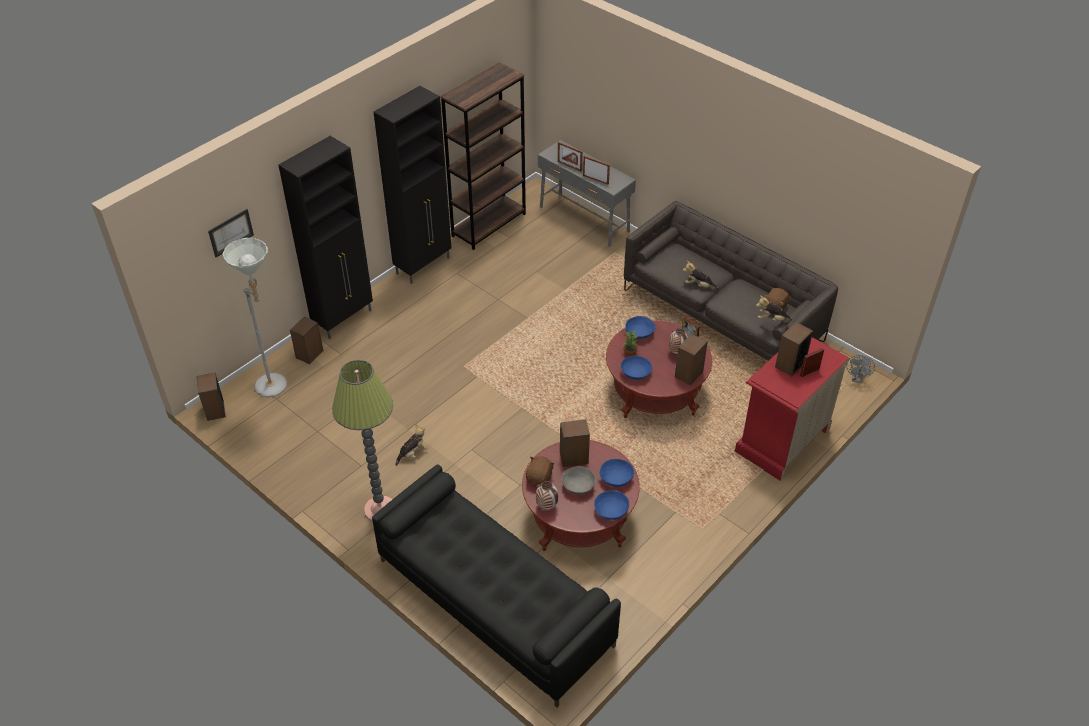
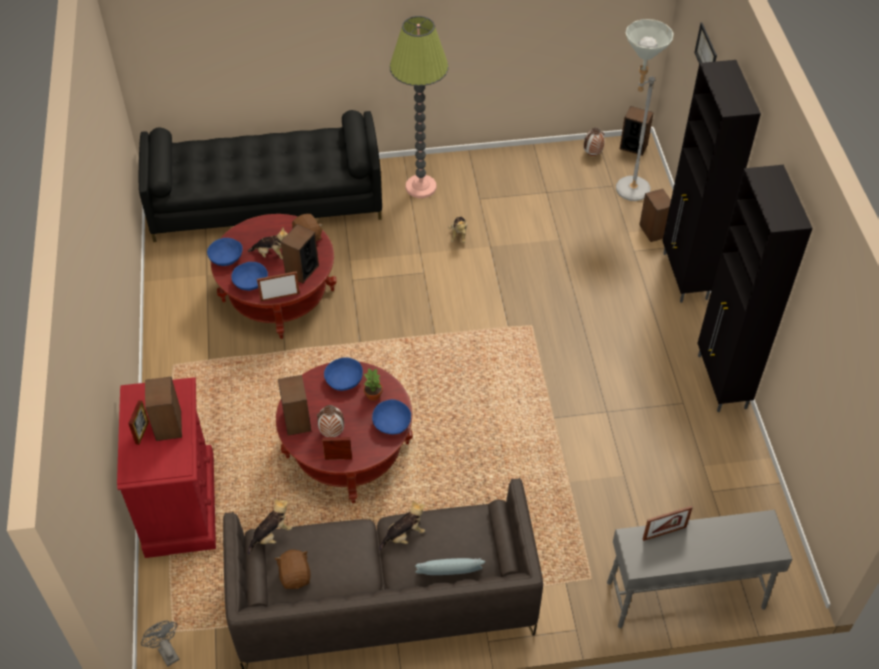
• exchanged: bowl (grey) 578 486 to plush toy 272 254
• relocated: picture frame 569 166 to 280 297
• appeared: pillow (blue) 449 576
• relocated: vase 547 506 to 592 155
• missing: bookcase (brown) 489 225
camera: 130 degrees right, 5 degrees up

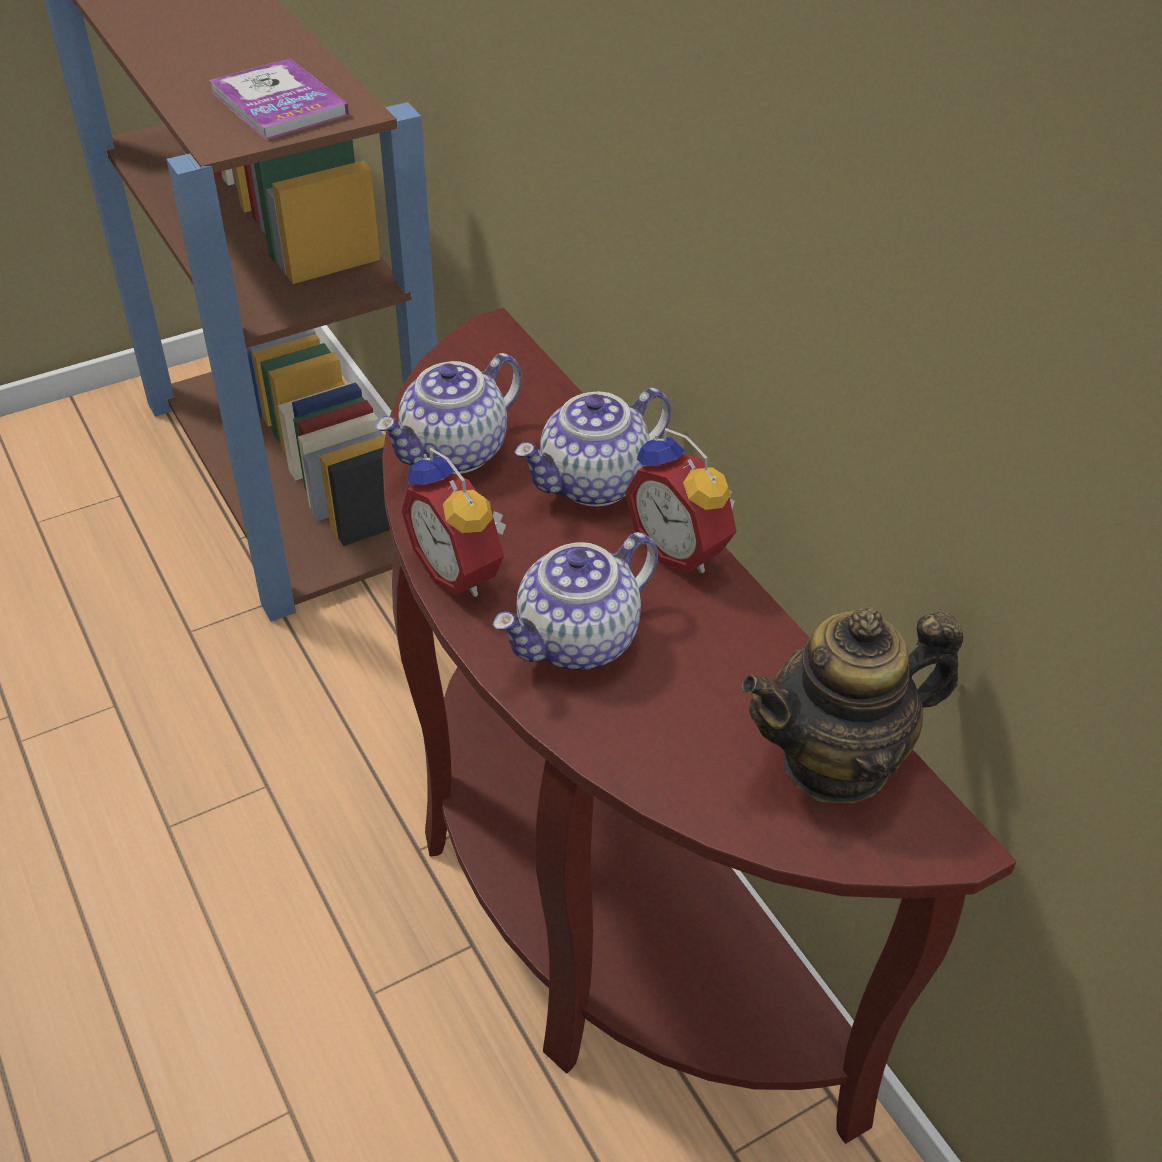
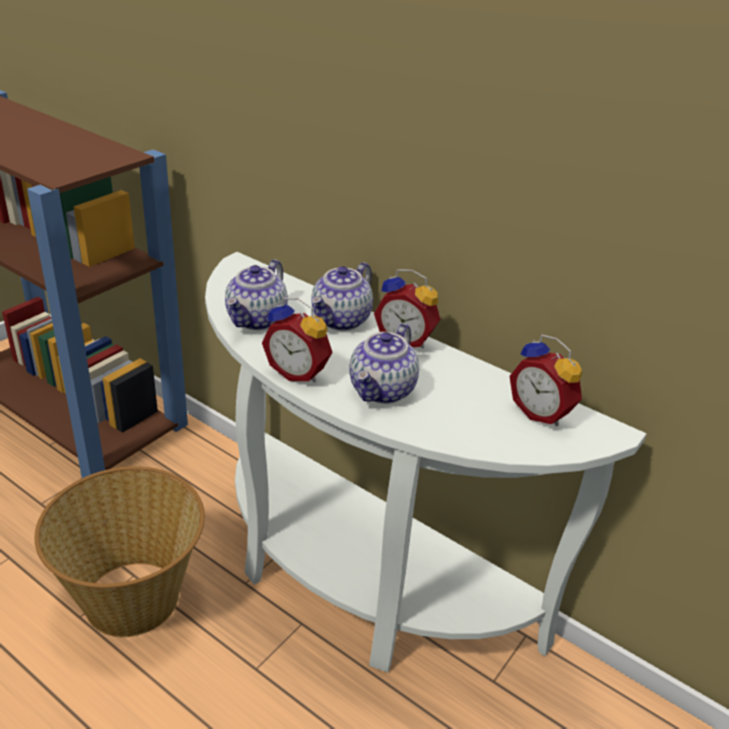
• appeared: basket 133 596
• colour: console table (brown) 591 894 to console table (white) 354 576
• exchanged: teapot 836 761 to alarm clock 541 412
• missing: book 279 103
camera: 25 degrees left, 10 degrees down

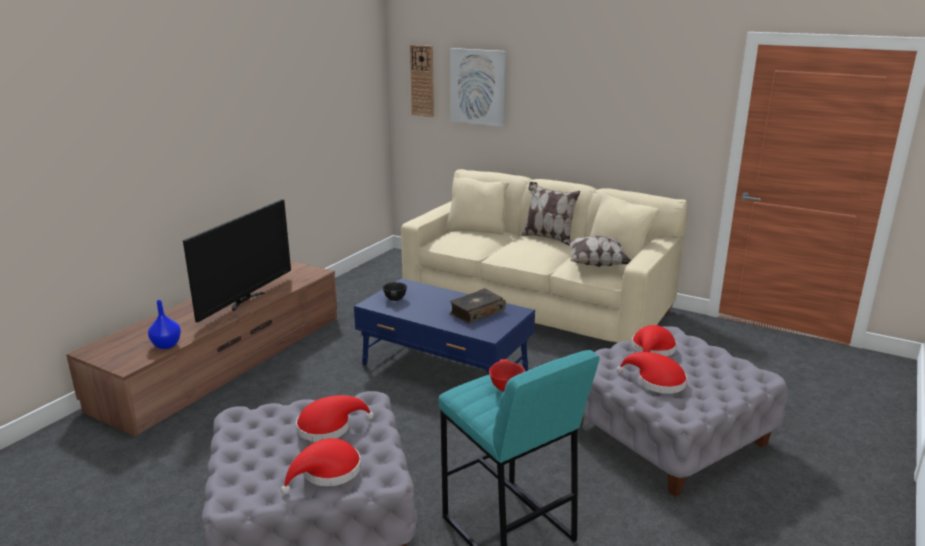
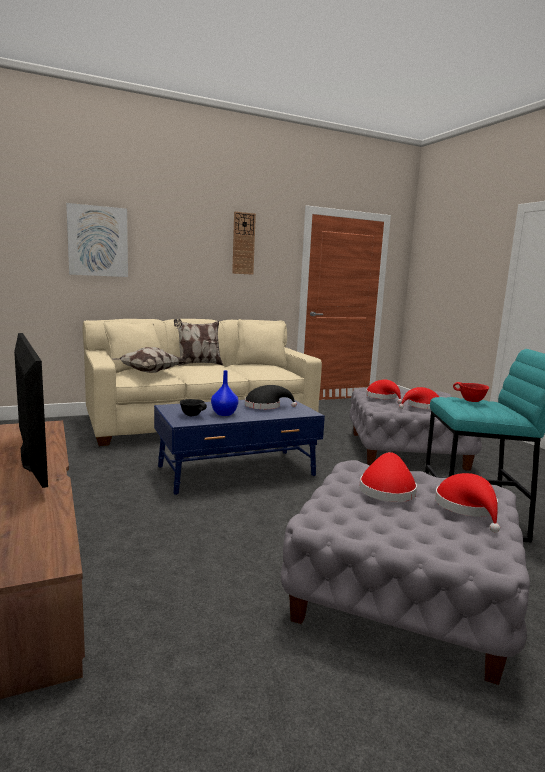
• relocated: pillow 595 264 to 148 372
• relocated: vase (blue) 166 345 to 223 414
• relocated: wall clock 422 81 to 243 243
• exchanged: book 476 312 to hat (black) 265 406
camera: 55 degrees left, 10 degrees down

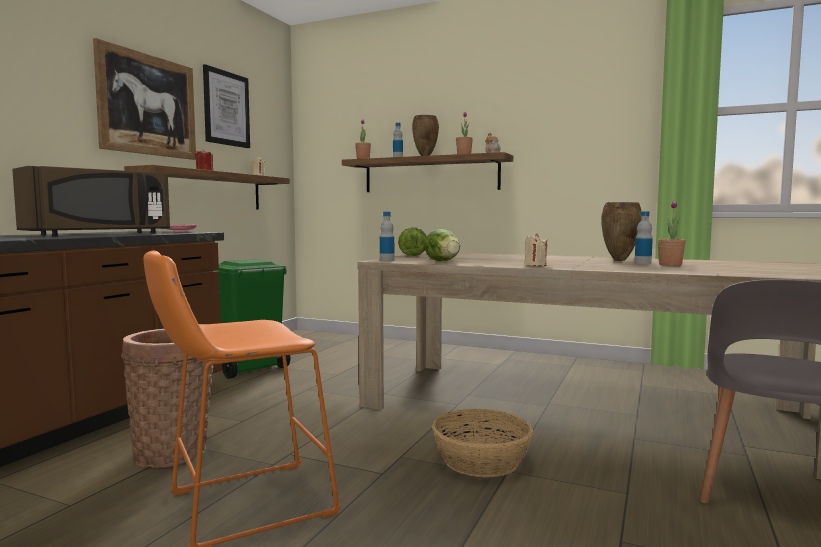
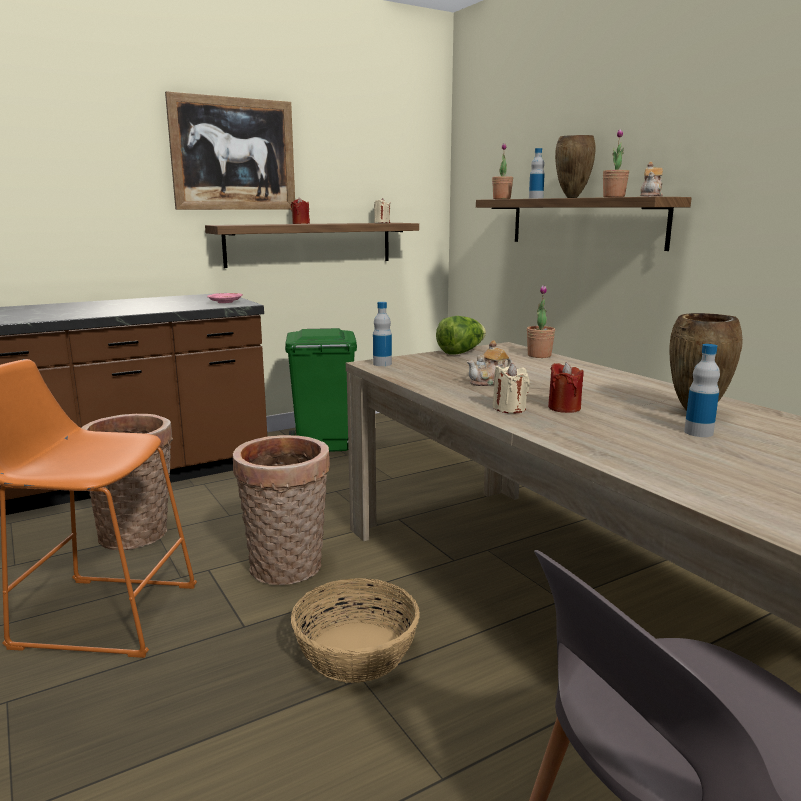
• appeared: basket 287 570
• appeared: teapot 489 382
• relocated: potted plant 670 265 to 539 355
• appeared: candle (red) 564 408
• missing: microwave (brown) 100 234
• missing: picture 226 108
• missing: lettuce 444 261
camera: 35 degrees right, 10 degrees up

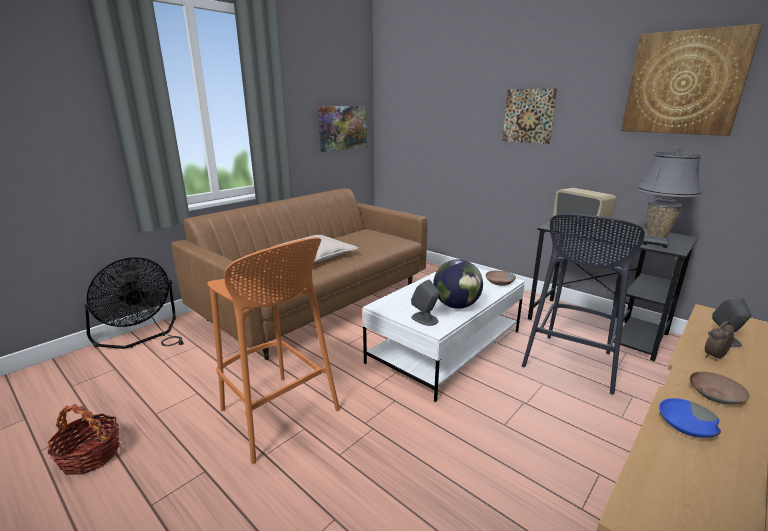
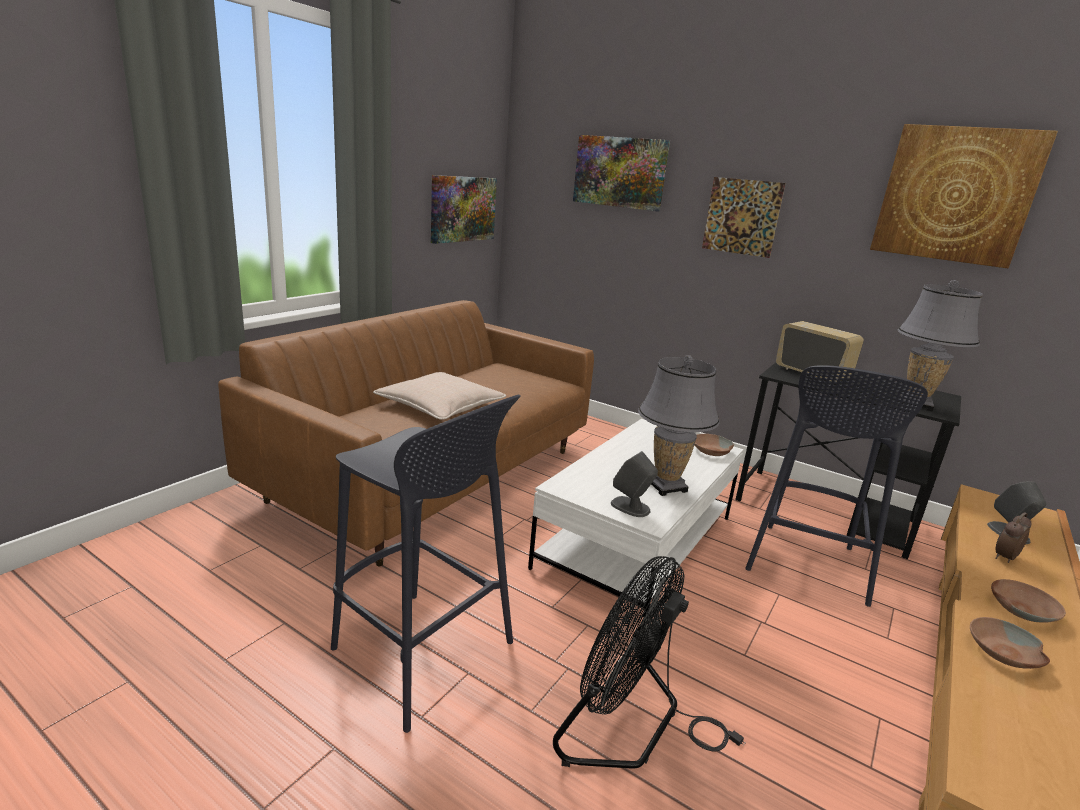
• colour: stool (orange) 277 414 to stool (grey) 421 653
• relocated: fan (black) 146 336 to 639 719
• appeared: picture 620 172
• exchanged: globe 456 306 to table lamp (grey) 666 486
• colour: bowl (blue) 686 426 to bowl (brown) 1003 653
• missing: basket 90 455
camera: 10 degrees left, 0 degrees up

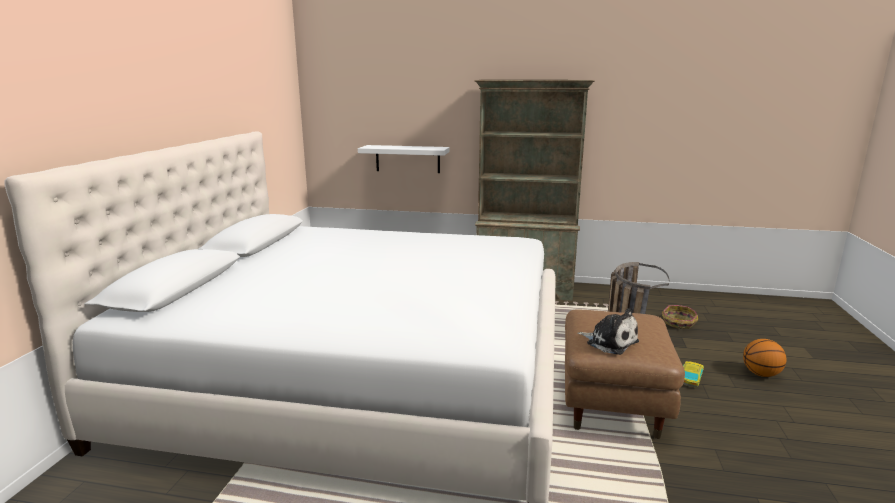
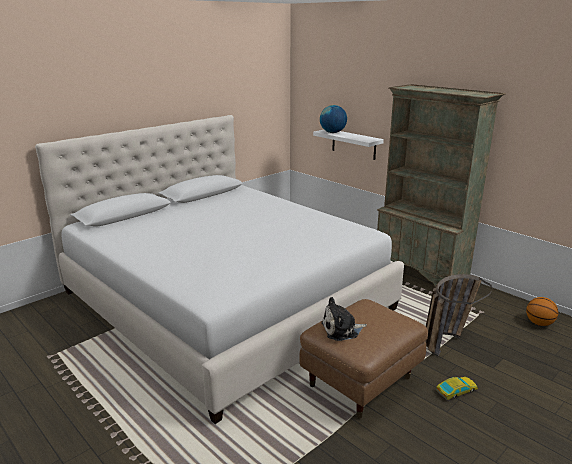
• appeared: globe 332 132
• spun: plush toy 609 342 = 342 330 90 degrees clockwise
• relocated: basketball 760 374 to 539 323
• missing: basket 678 323
camera: 35 degrees right, 5 degrees up

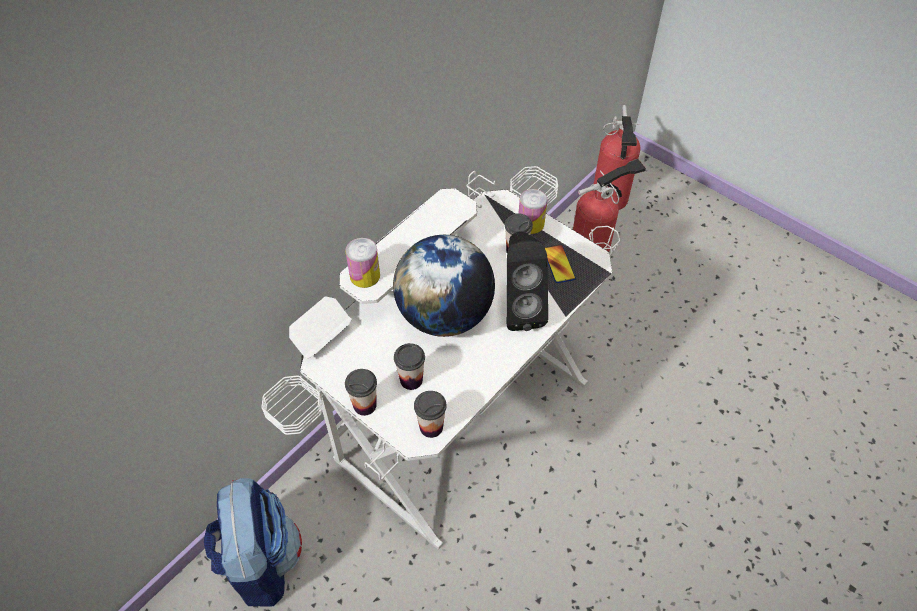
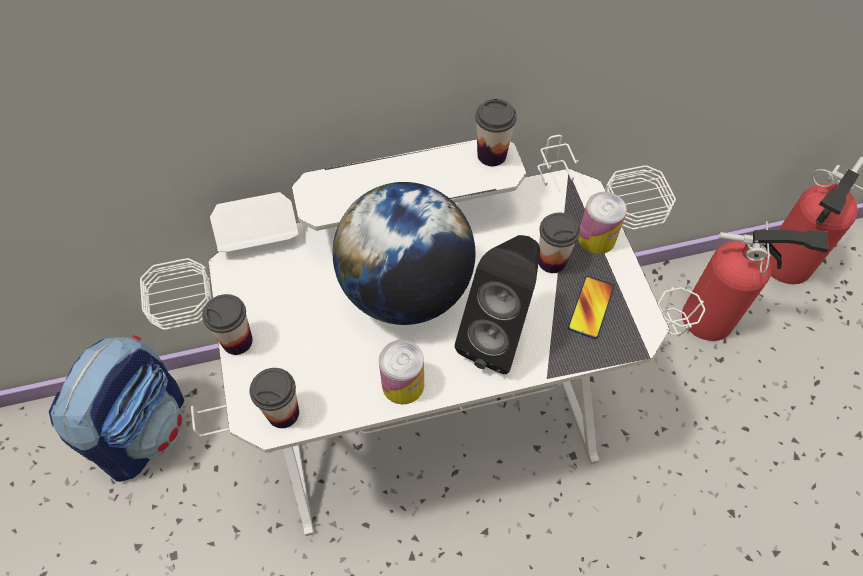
• relocated: can 365 275 to 403 384
• relocated: cup 411 380 to 491 155
camera: 35 degrees right, 5 degrees up

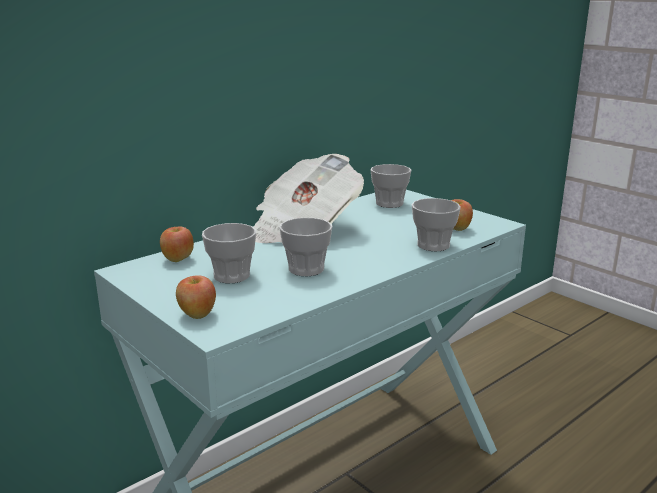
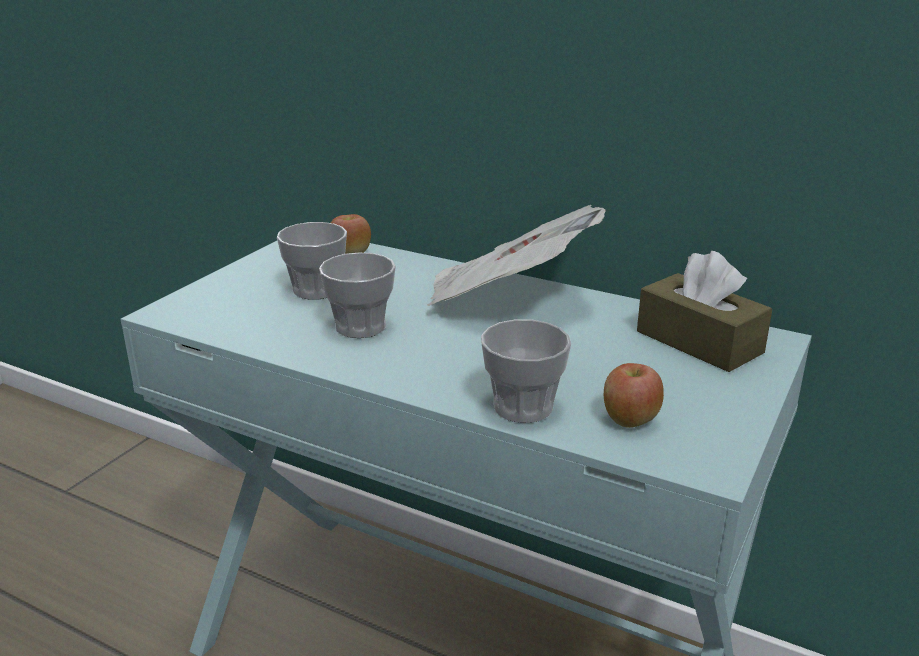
• exchanged: cup 389 203 to tissue box (brown) 699 342
• missing: apple 197 315
camera: 70 degrees right, 5 degrees up

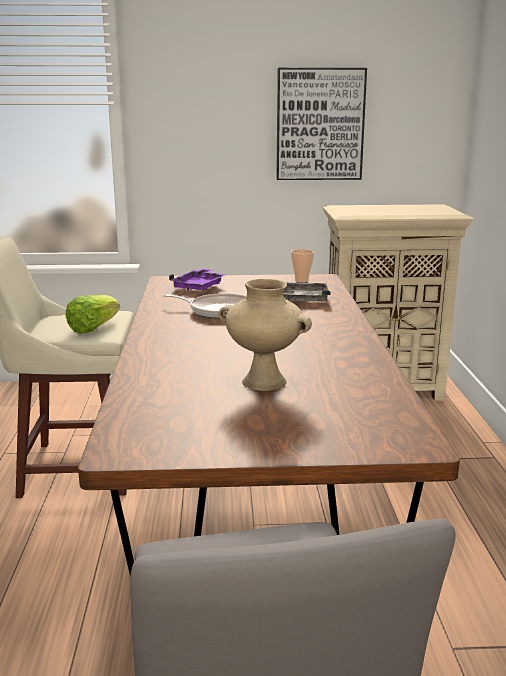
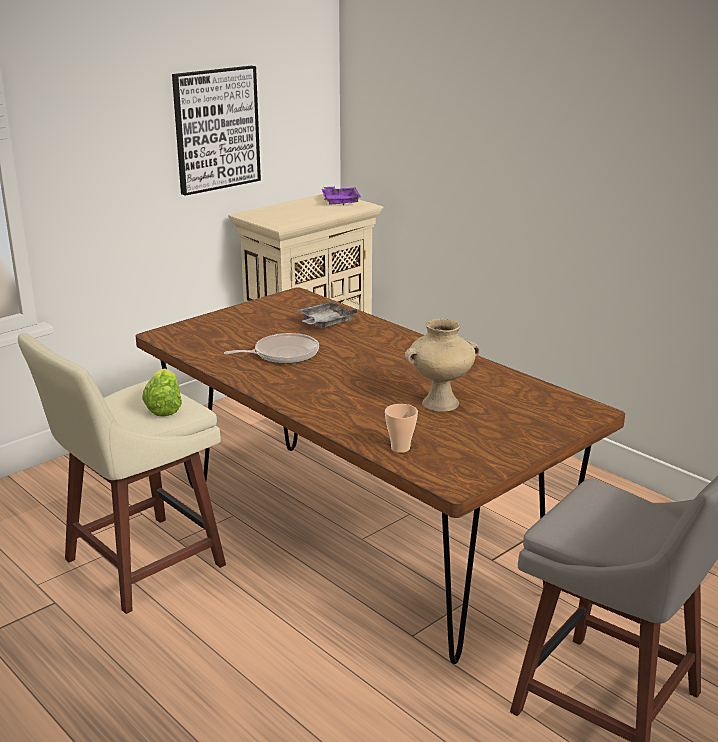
• relocated: tray (purple) 199 287 to 340 201
• relocated: cup 301 280 to 400 448
camera: 40 degrees left, 5 degrees up

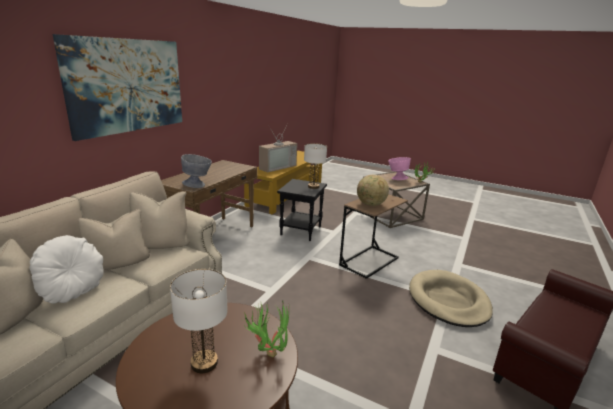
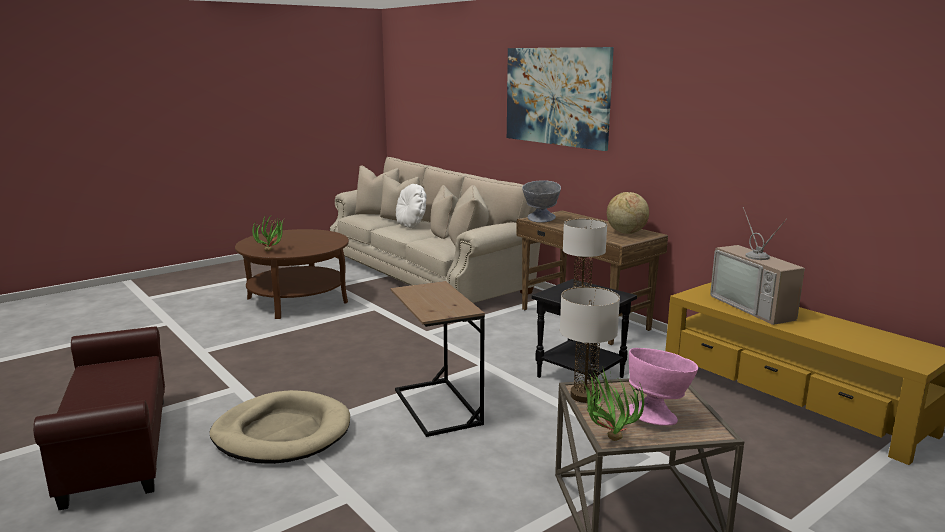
• relocated: table lamp 204 363 to 584 395
• relocated: globe 371 205 to 626 233
camera: 115 degrees right, 5 degrees down

